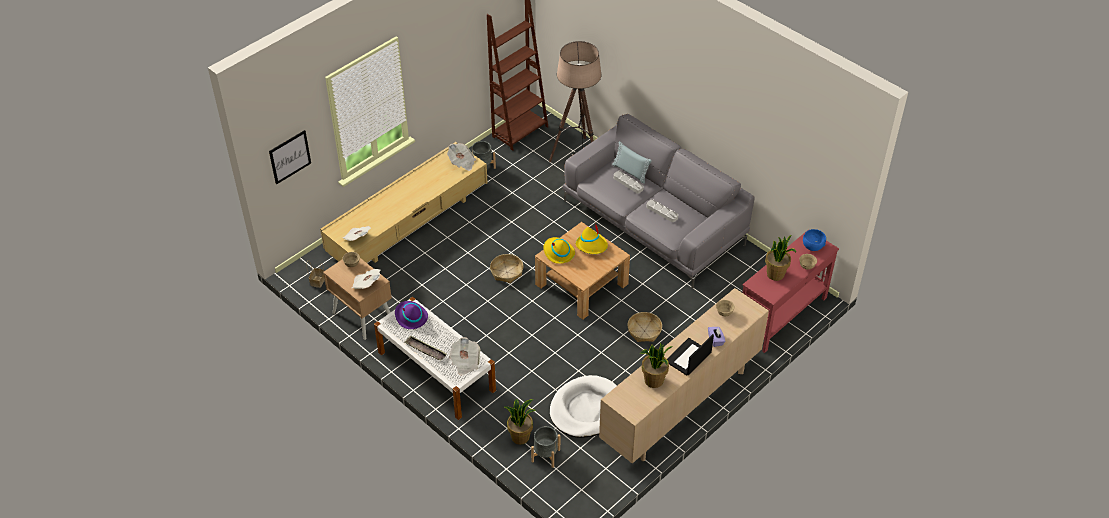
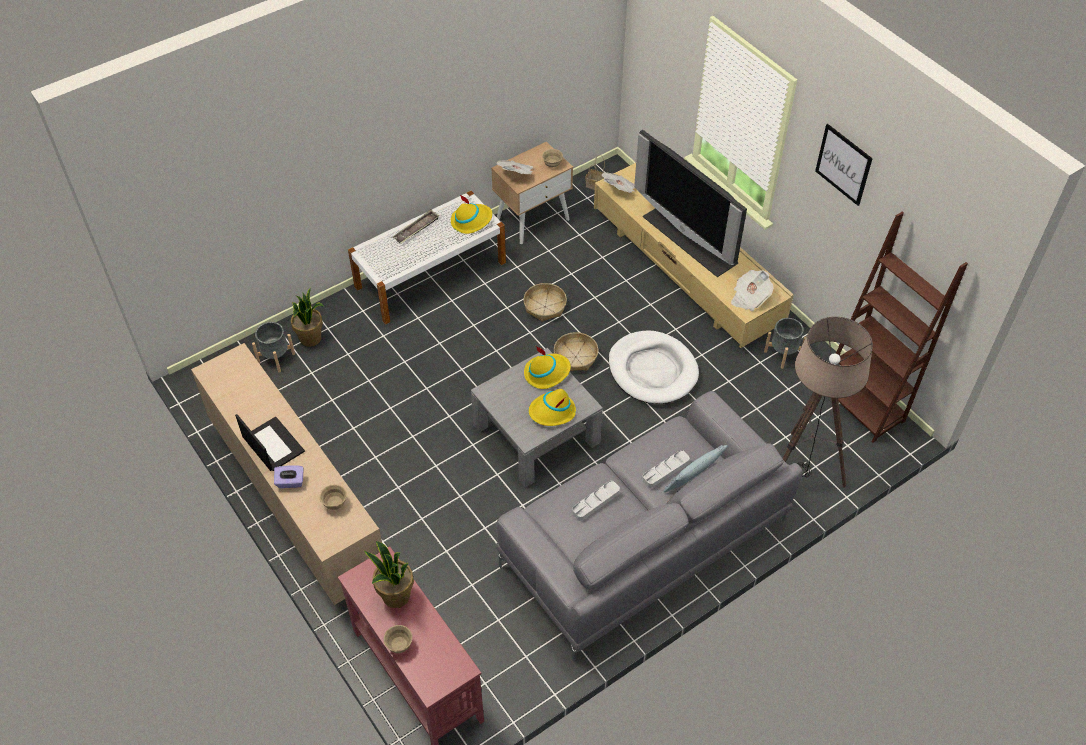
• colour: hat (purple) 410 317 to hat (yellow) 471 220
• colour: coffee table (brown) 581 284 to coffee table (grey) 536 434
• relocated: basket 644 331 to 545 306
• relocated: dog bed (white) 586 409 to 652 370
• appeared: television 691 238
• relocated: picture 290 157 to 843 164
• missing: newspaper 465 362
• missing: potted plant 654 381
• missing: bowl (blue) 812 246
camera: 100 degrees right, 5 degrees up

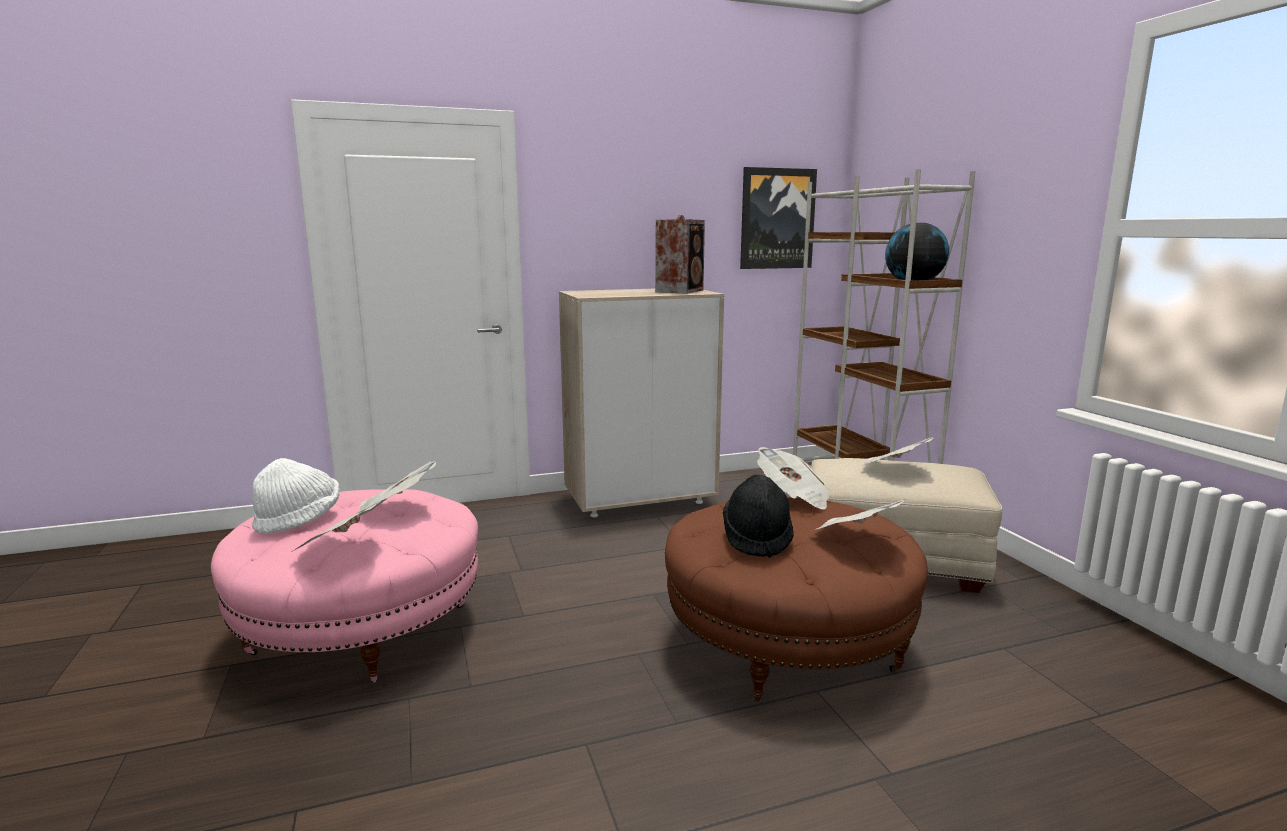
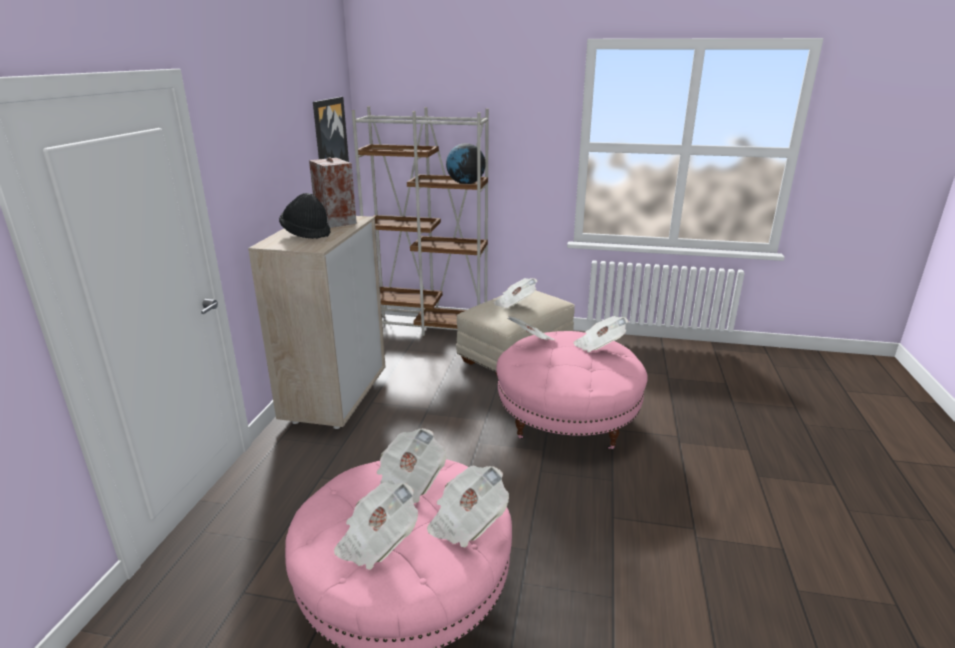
• relocated: hat (black) 757 539 to 306 234
• exchanged: hat (white) 299 520 to newspaper 377 541
• colour: ottoman (brown) 786 643 to ottoman (pink) 566 419
camera: 60 degrees left, 10 degrees up

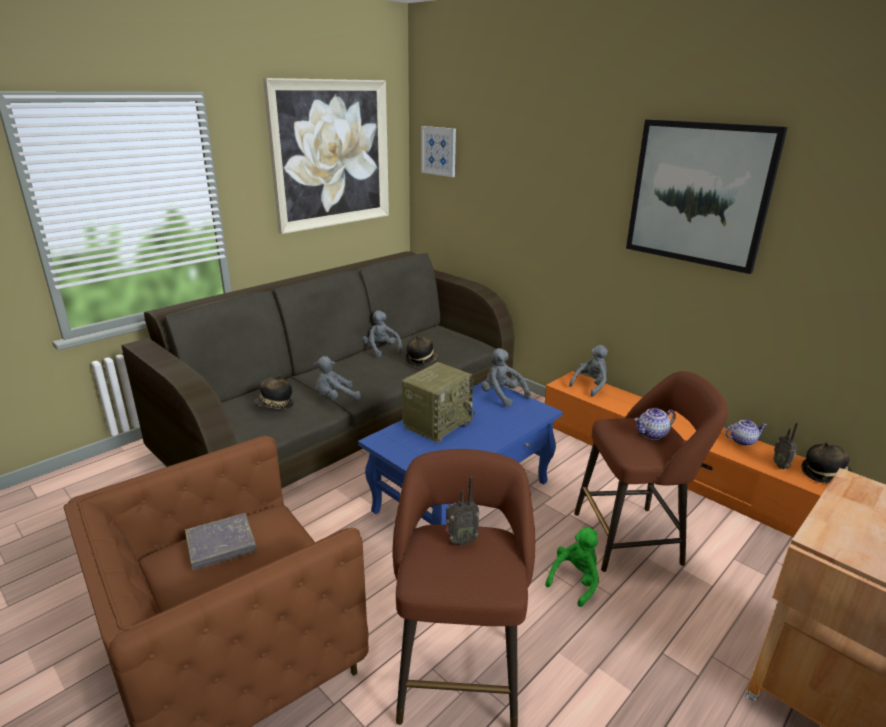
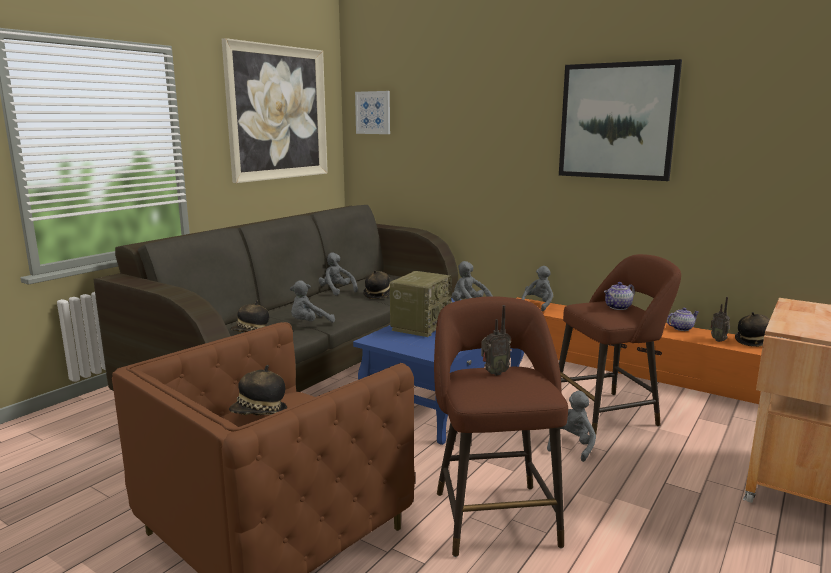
• exchanged: book (grey) 221 544 to hat 259 414
• colour: plush toy (green) 575 581 to plush toy (grey) 571 445
camera: 10 degrees left, 10 degrees down

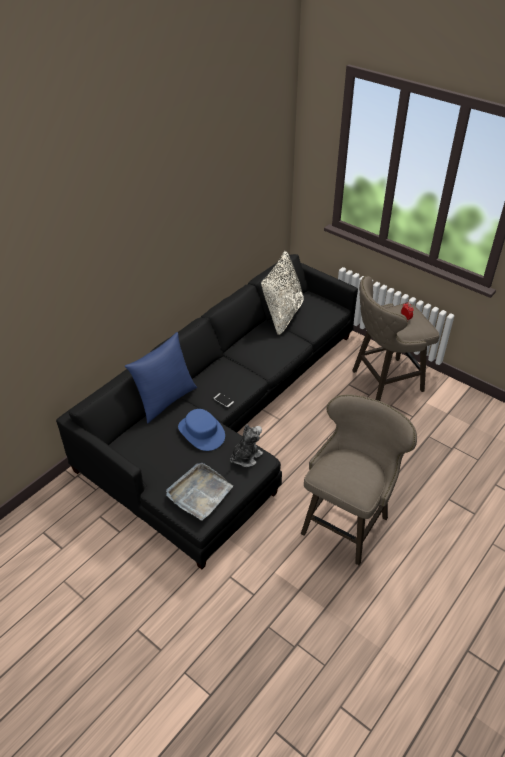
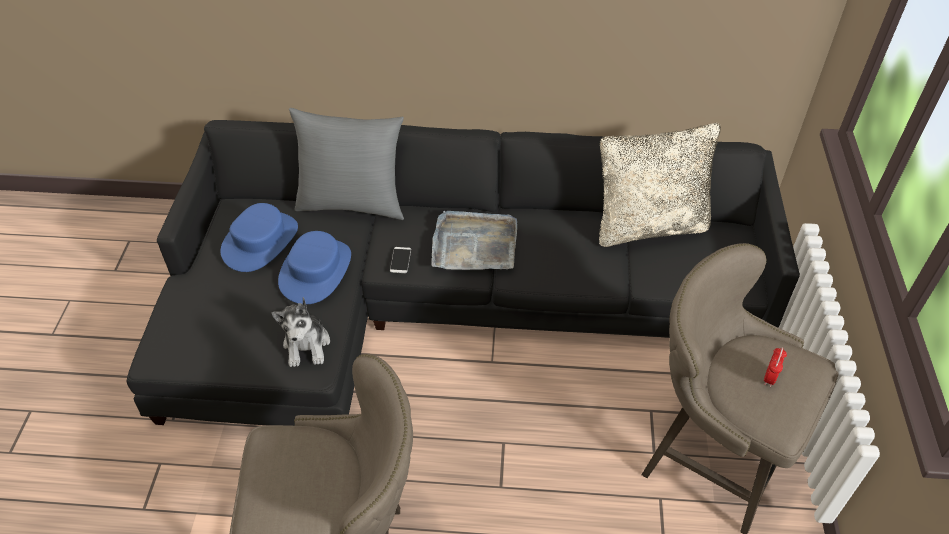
• appeared: hat (blue) 261 242
• spun: plush toy 246 457 = 307 344 75 degrees clockwise
• colour: pillow (blue) 165 400 to pillow (grey) 352 203
• relocated: tray (grey) 199 493 to 474 244
camera: 55 degrees right, 5 degrees up

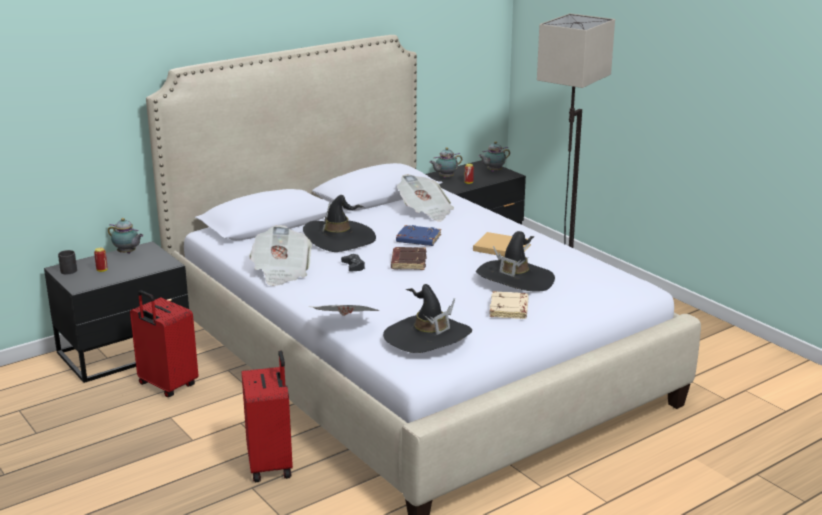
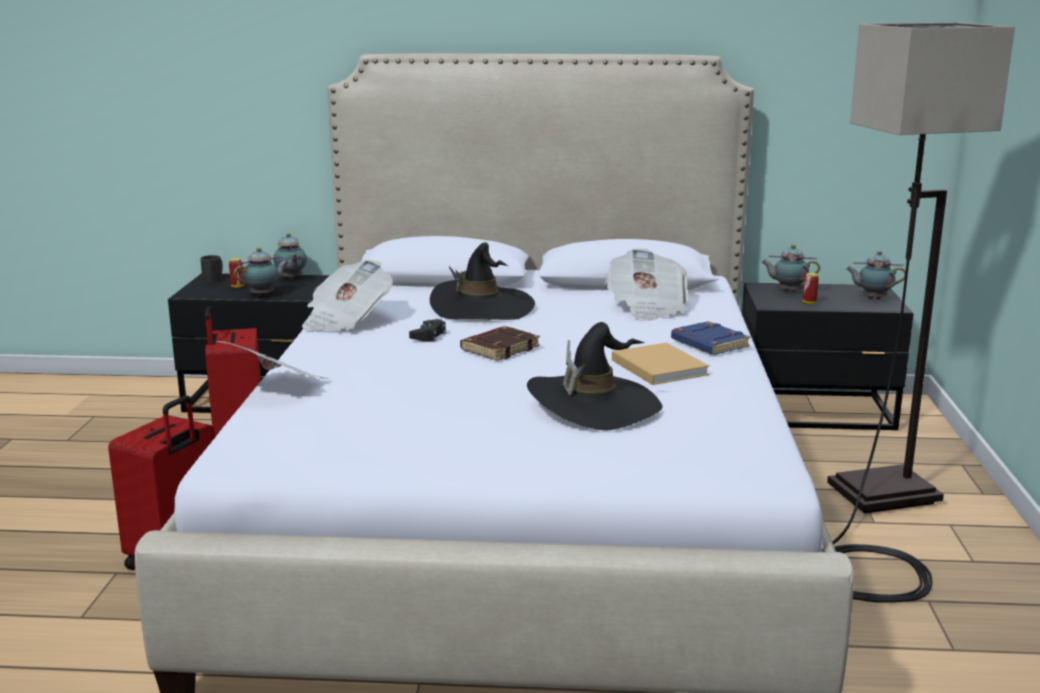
• appeared: teapot 264 295
• relocated: book (blue) 417 239 to 708 344
• missing: hat (black) 427 337
• missing: book (beige) 509 309
camera: 40 degrees right, 5 degrees down

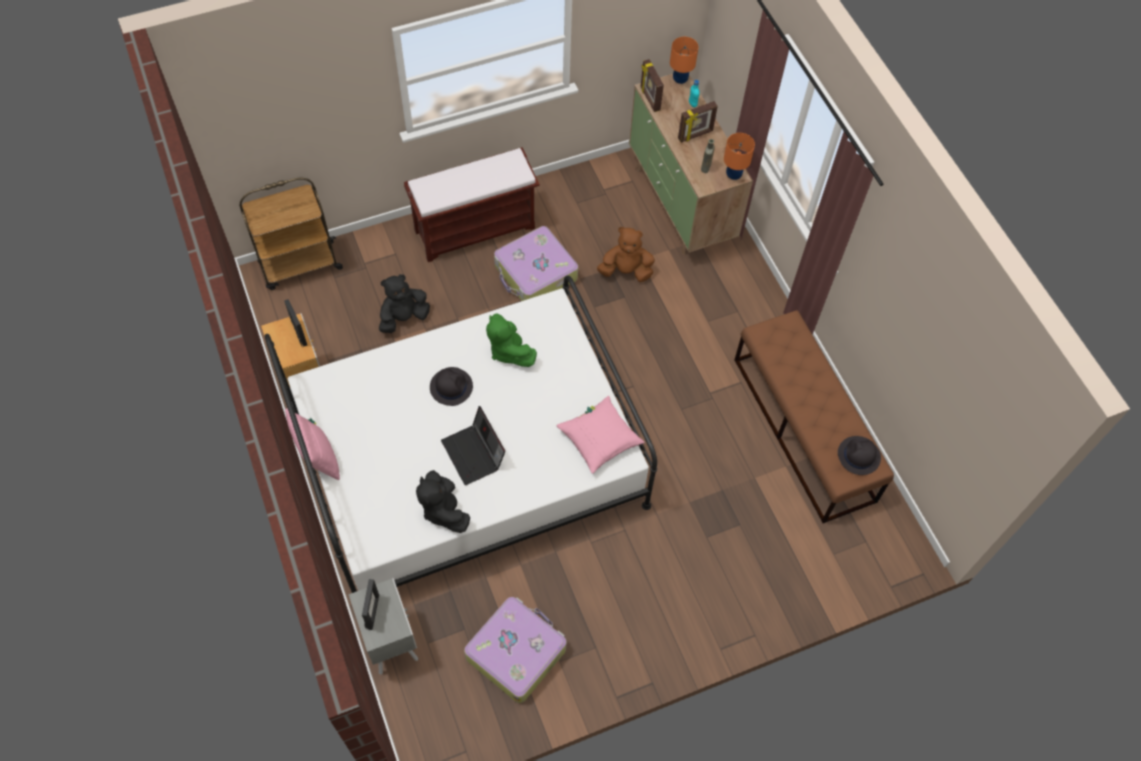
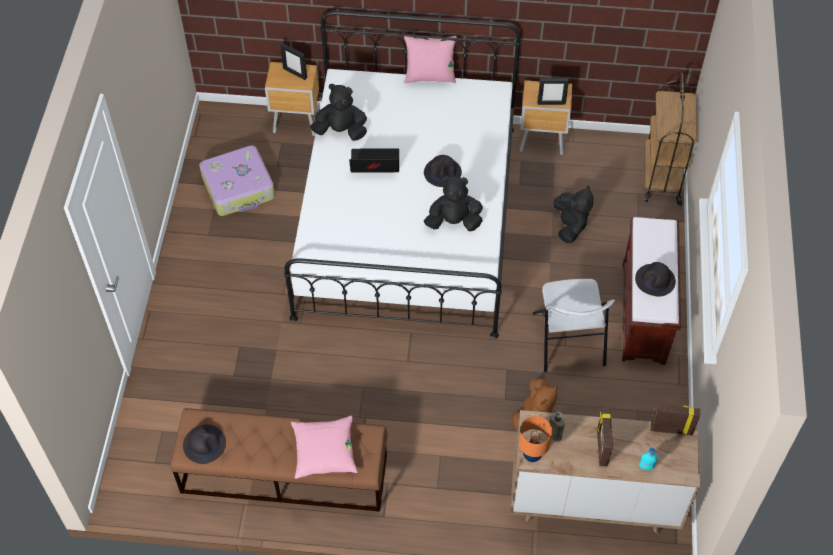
• colour: nightstand (grey) 391 640 to nightstand (brown) 297 124
• relocated: pillow (pink) 600 439 to 324 452
• colour: plush toy (green) 509 350 to plush toy (black) 454 222
• exchanged: suitcase 535 273 to chair (white) 568 339
• appeared: hat (black) 655 281
• missing: table lamp (orange) 680 79
camera: 120 degrees right, 5 degrees down

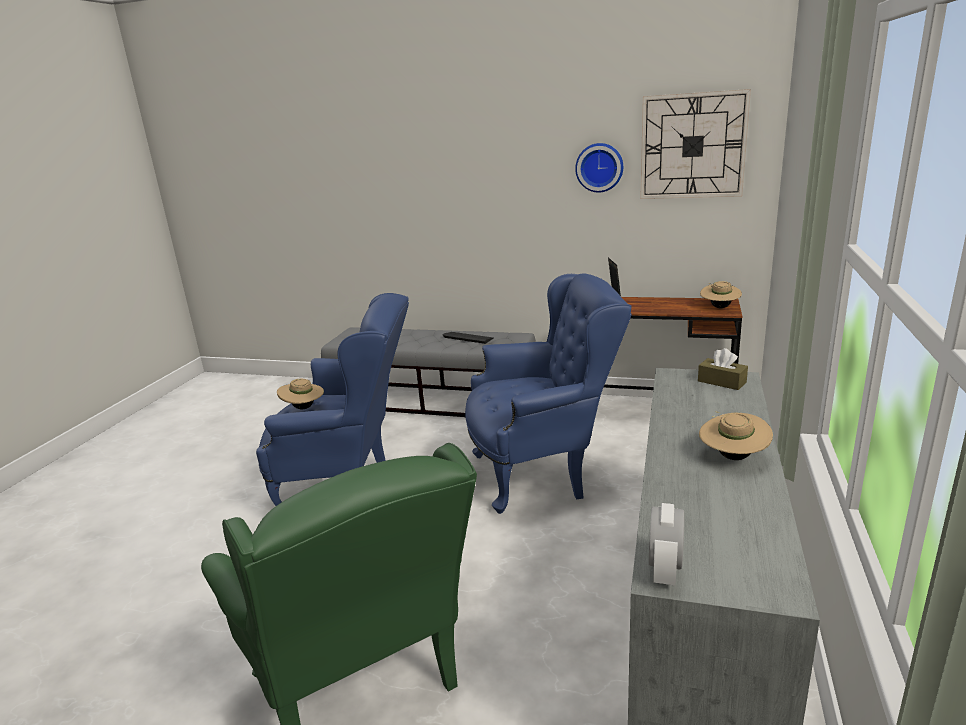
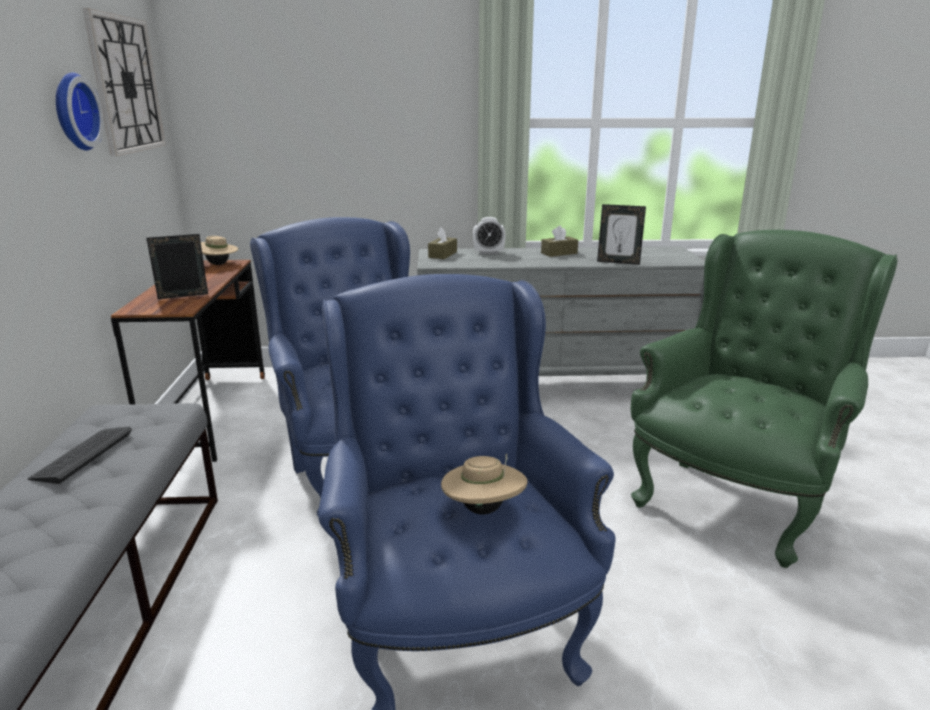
• relocated: alarm clock 665 571 to 488 253
• exchanged: hat (beige) 732 457 to tissue box (brown) 559 253
• appeared: picture frame 618 262
camera: 110 degrees left, 0 degrees up

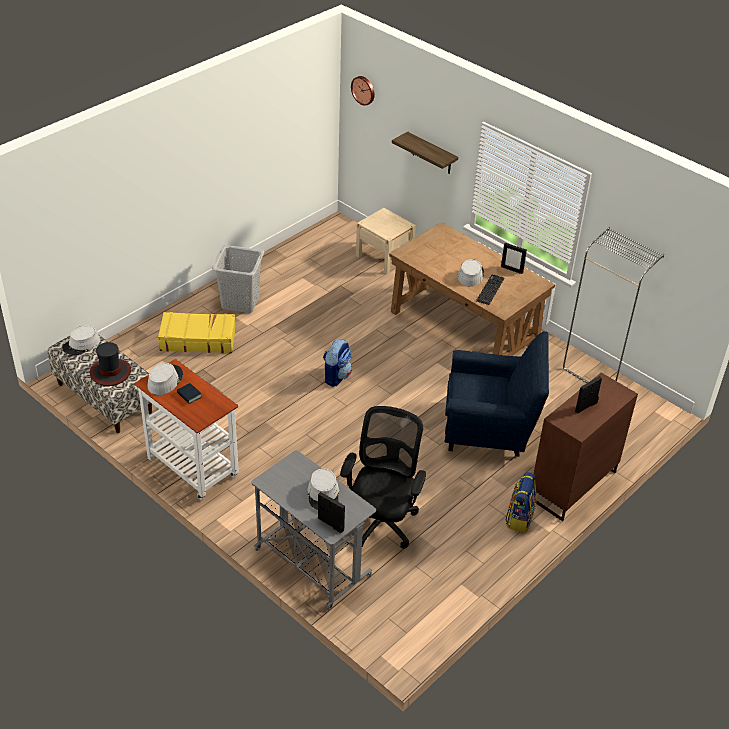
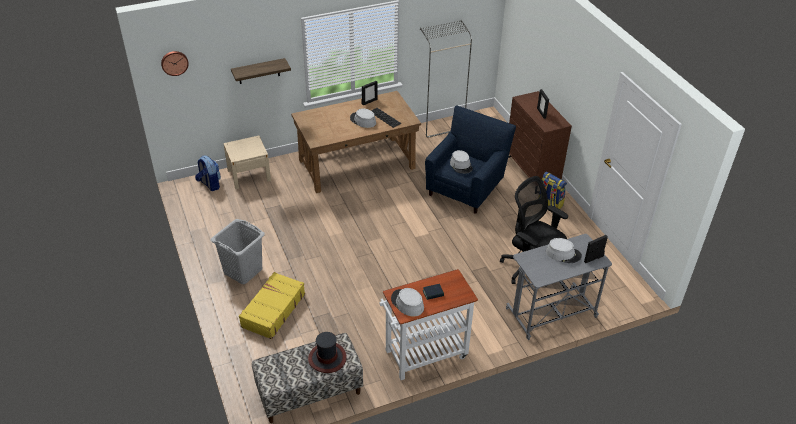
• relocated: backpack 336 376 to 210 184
• relocated: hat (grey) 81 344 to 461 165
camera: 65 degrees left, 0 degrees up

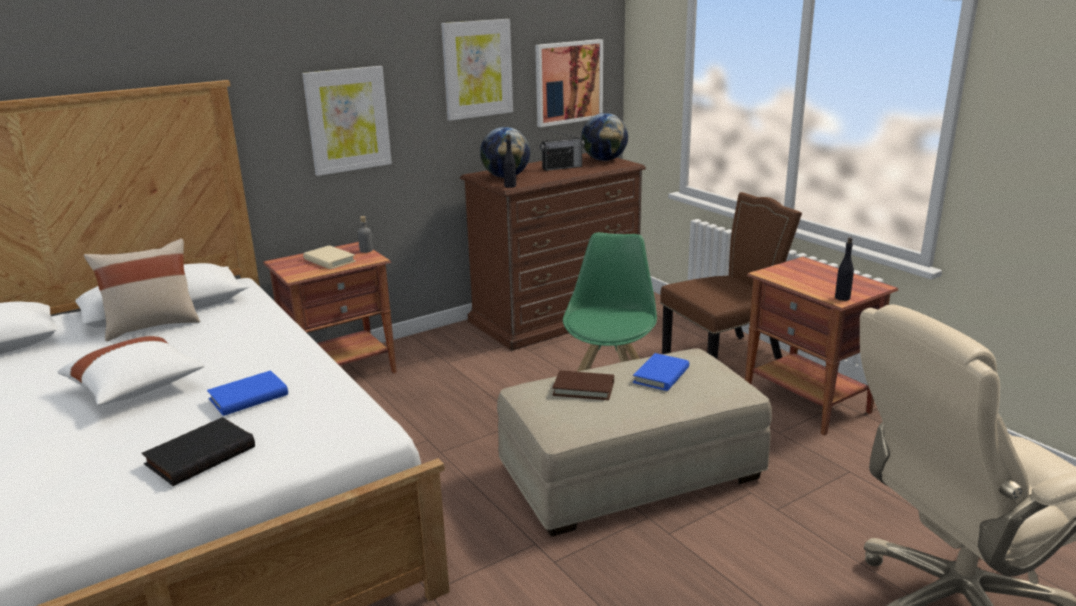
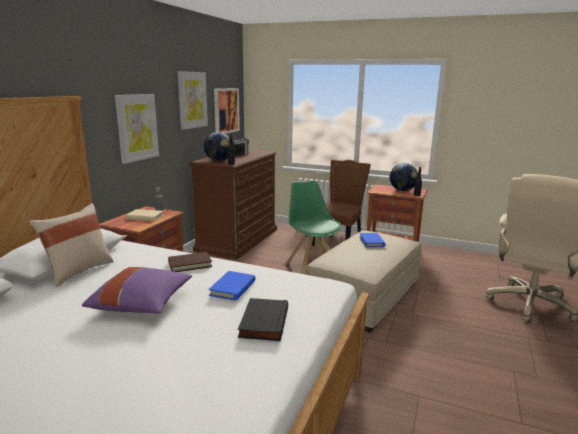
• colour: pillow (white) 136 388 to pillow (purple) 142 304
• relocated: book (brown) 583 388 to 190 264
• relocated: globe 604 160 to 402 190
camera: 35 degrees left, 5 degrees down

